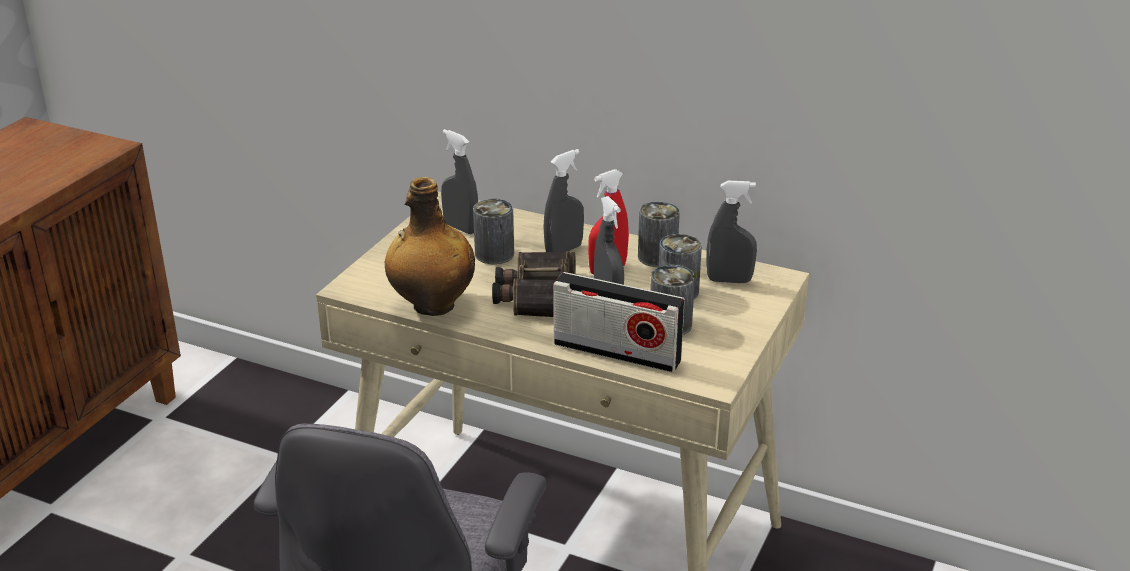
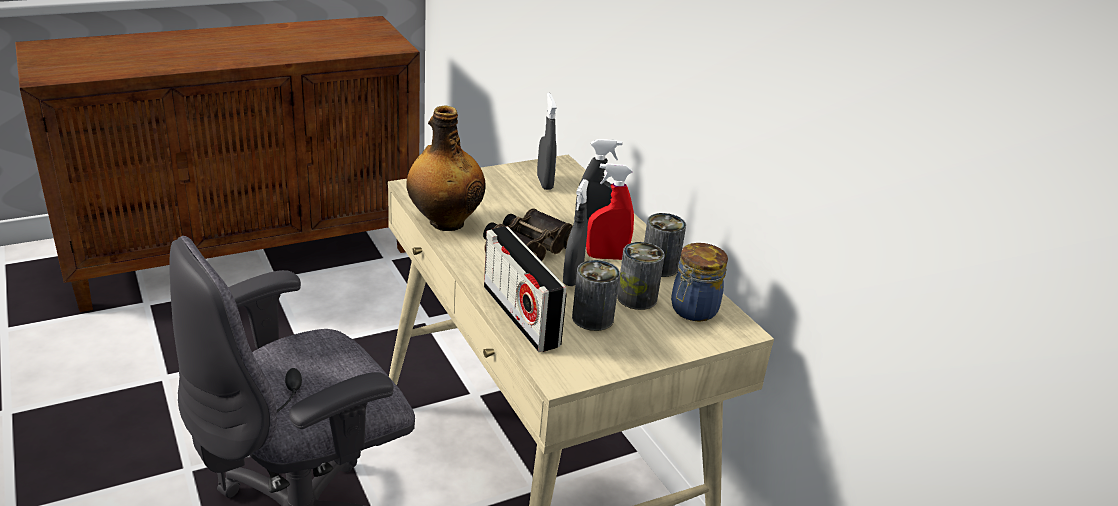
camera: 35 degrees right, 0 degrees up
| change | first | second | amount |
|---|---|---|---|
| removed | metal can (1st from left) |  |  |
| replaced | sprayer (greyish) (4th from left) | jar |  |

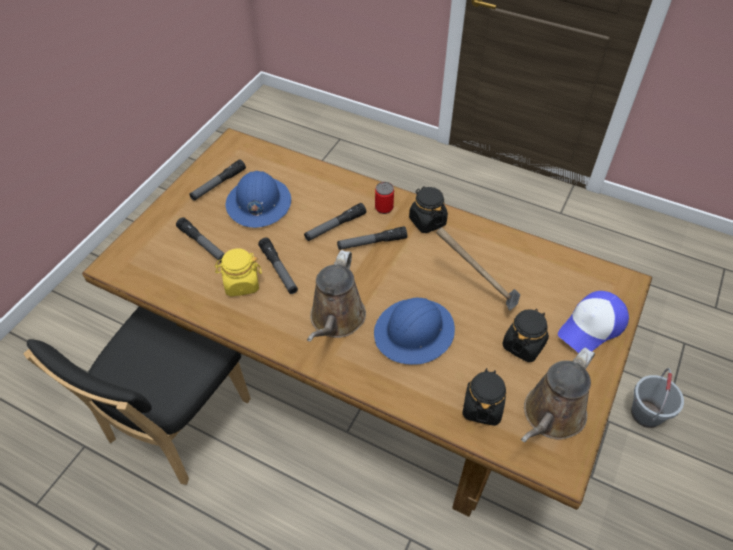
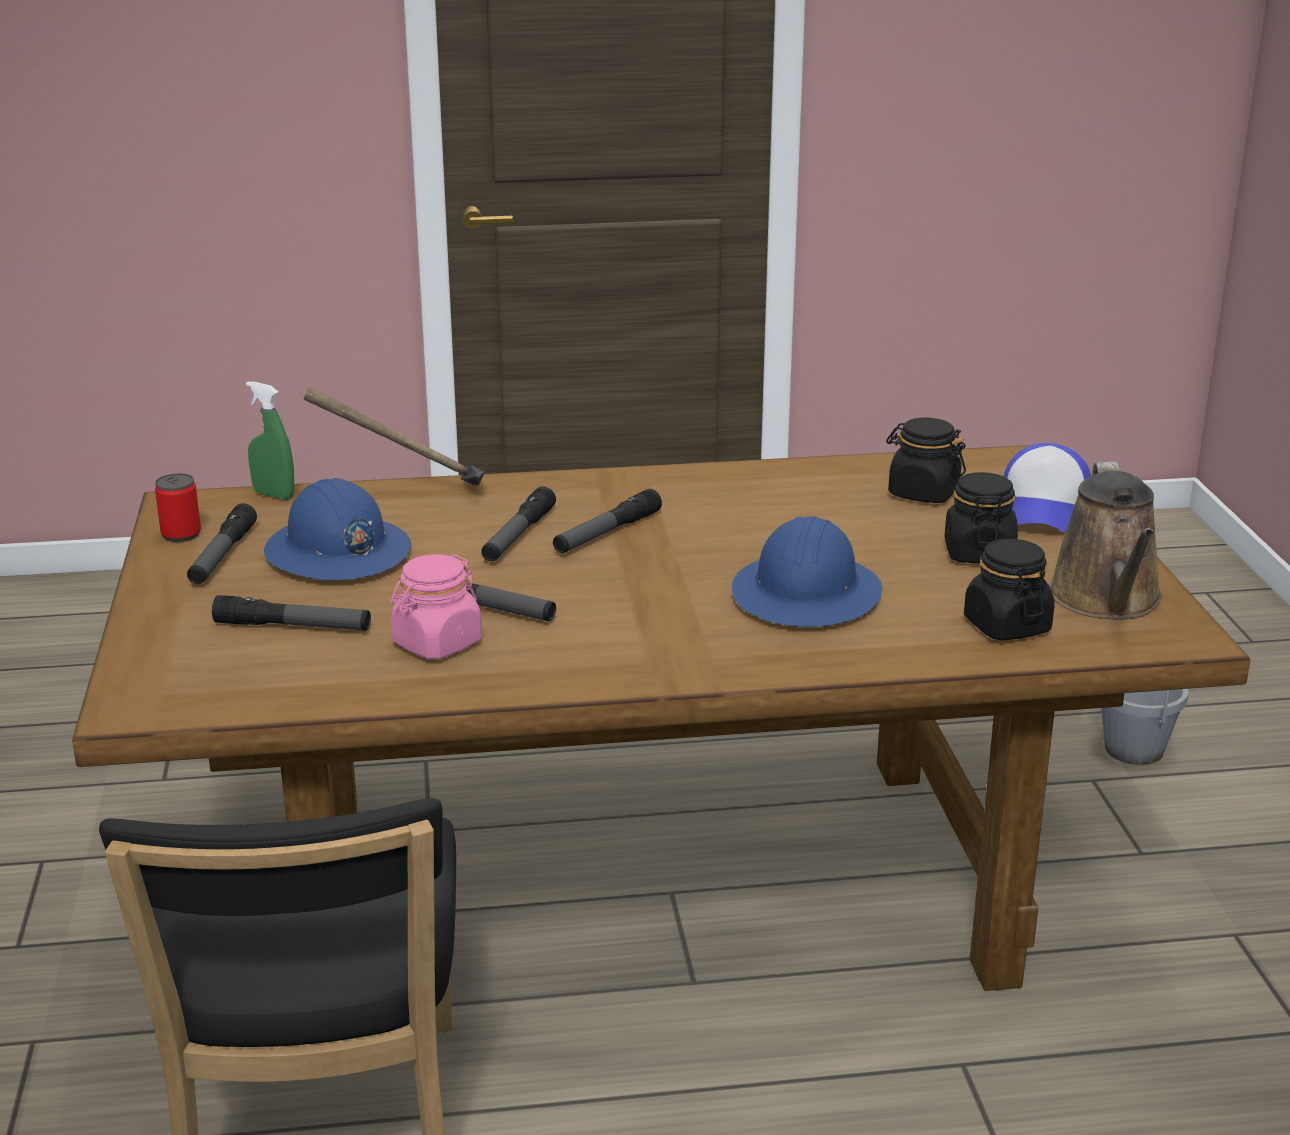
camera: 35 degrees left, 25 degrees down
| change | first | second | amount |
|---|---|---|---|
| removed | watering pot (brown-coloured) (1st from left) |  |  |
| added |  | sprayer (green-coloured) |  |
| moved | metal can |  |  |
| moved | jar (black) (1st from left) |  |  |
| moved | hand hammer |  |  |
| recoloured | jar (yellow-coloured) | jar (pink-coloured) |  |

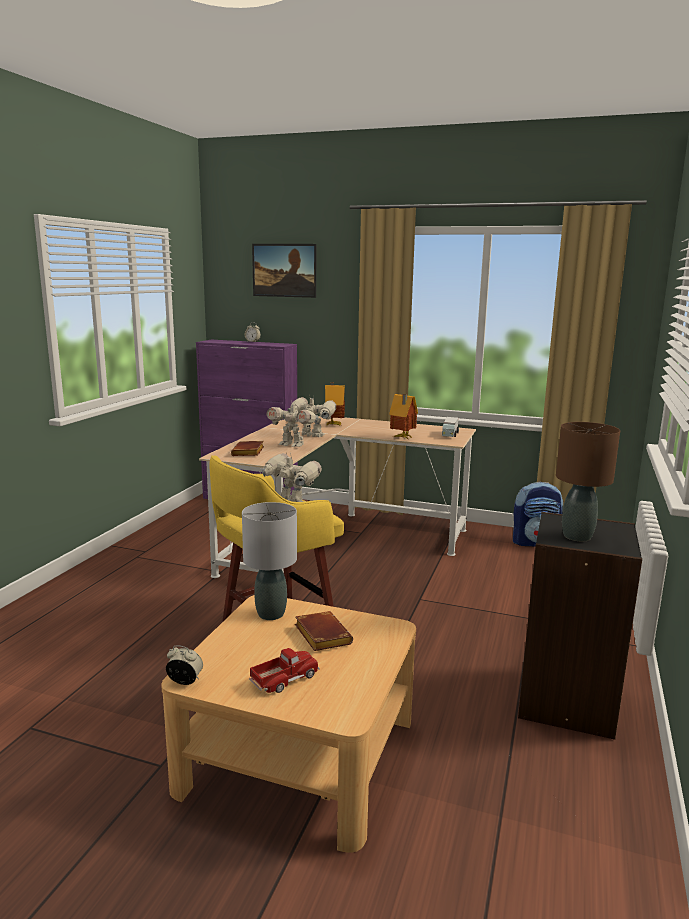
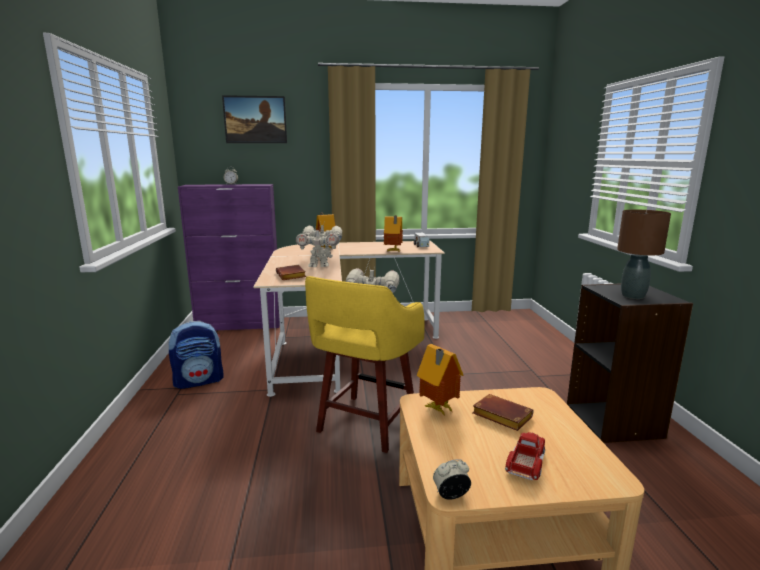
camera: 25 degrees left, 0 degrees up
| change | first | second | amount |
|---|---|---|---|
| moved | backpack |  |  |
| replaced | table lamp (greyish) | toy house (3rd from left) |  |

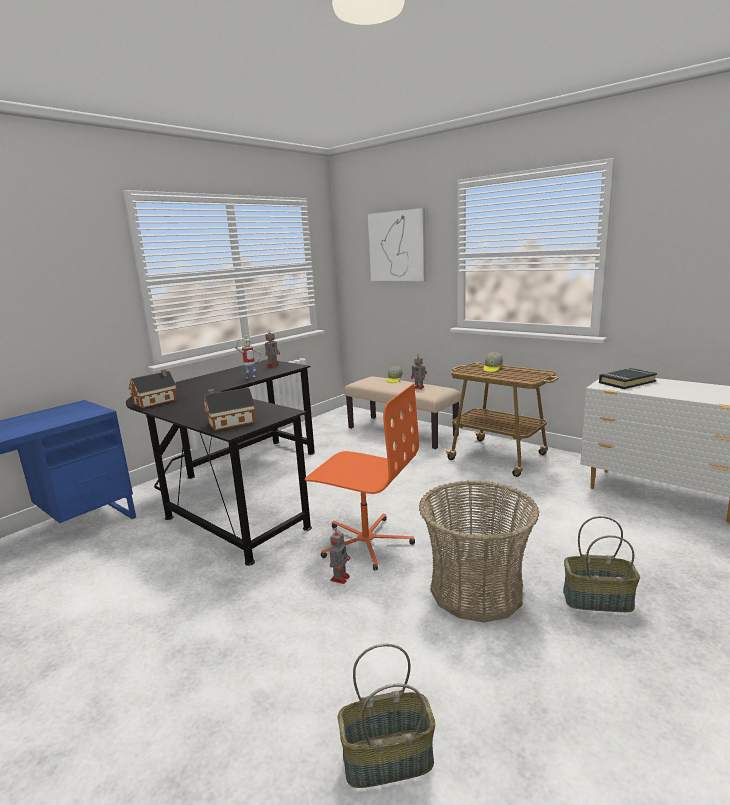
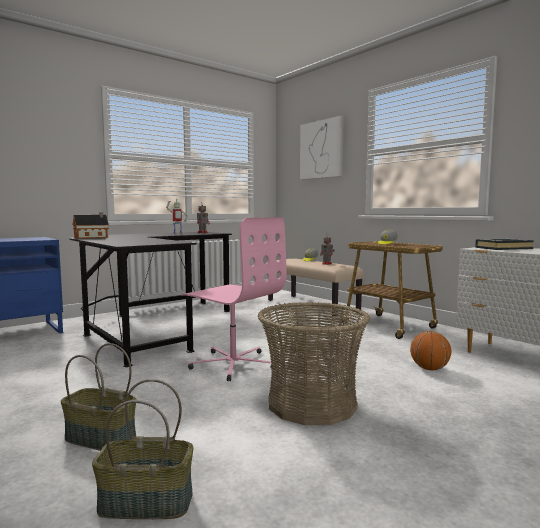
camera: 10 degrees right, 10 degrees down
| change | first | second | amount |
|---|---|---|---|
| removed | toy house (2nd from left) |  |  |
| removed | toy robot (3rd from left) |  |  |
| added |  | ball for basketball |  |
| moved | storage basket (3rd from left in the first image) | storage basket (1st from left) |  |
| recoloured | computer chair (orange-coloured) | computer chair (pink-coloured) |  |

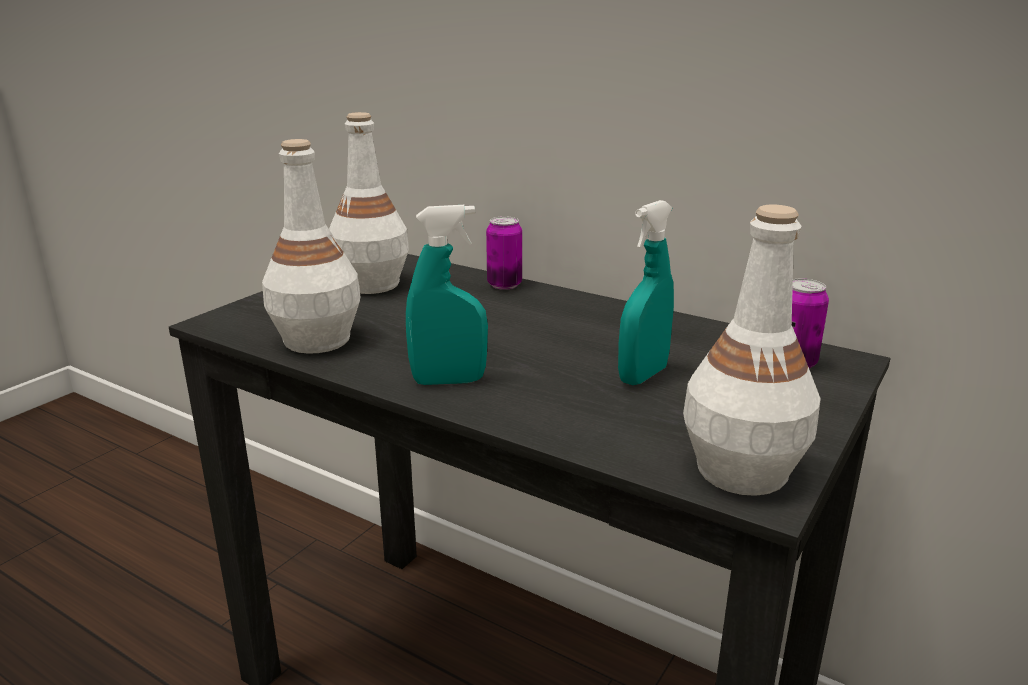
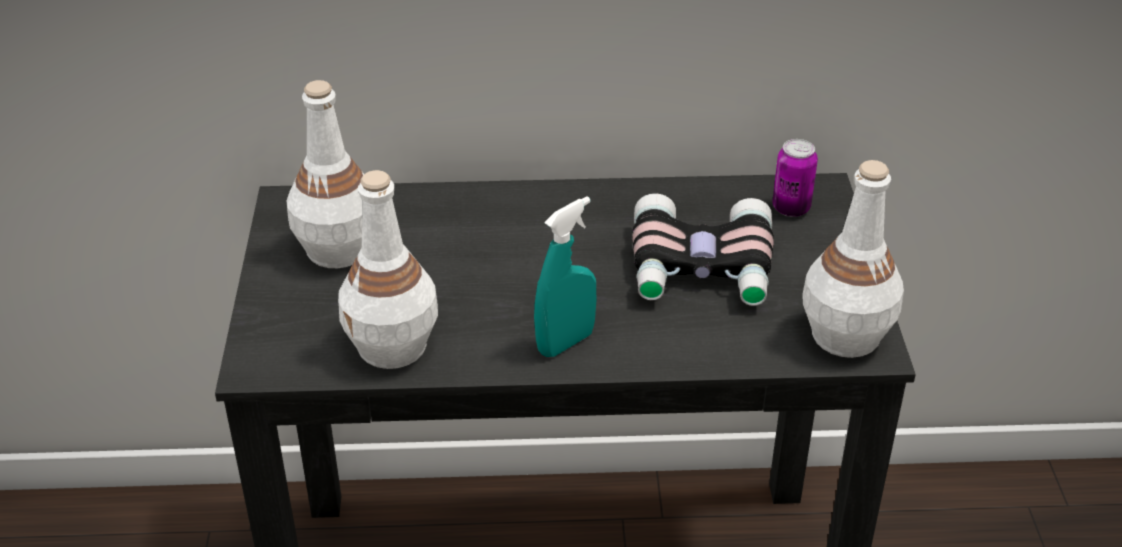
camera: 35 degrees left, 15 degrees up
| change | first | second | amount |
|---|---|---|---|
| removed | metal can (1st from left) |  |  |
| replaced | sprayer (blue-green) (2nd from left) | field glasses |  |

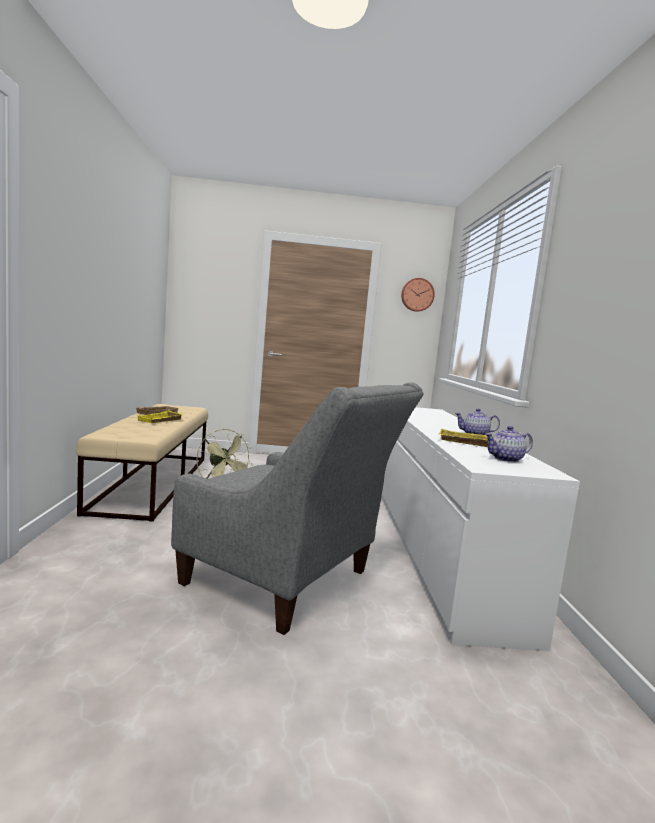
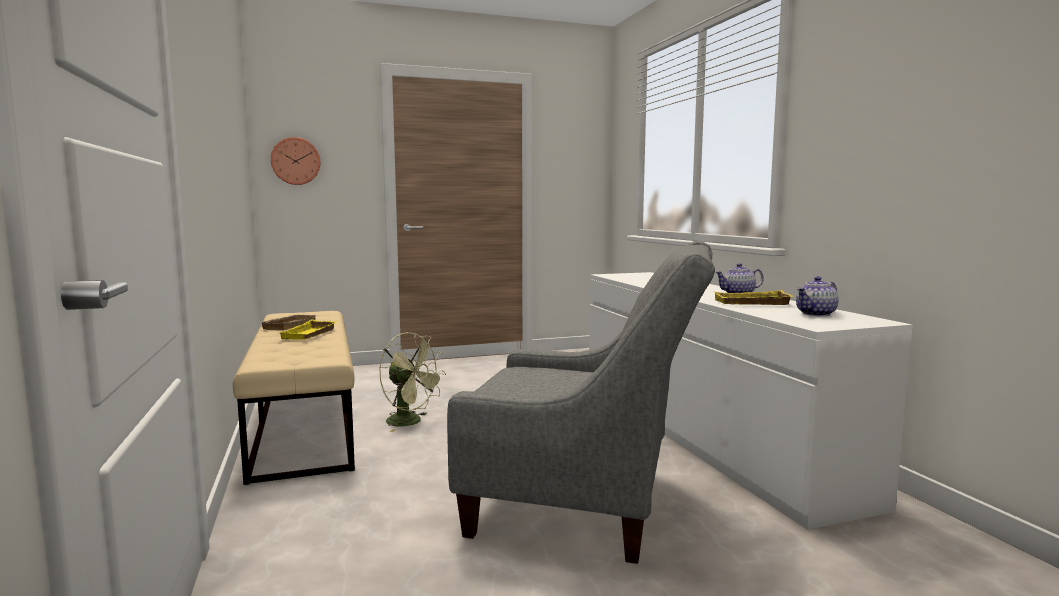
camera: 15 degrees left, 0 degrees up
| change | first | second | amount |
|---|---|---|---|
| moved | clock on the wall |  |  |

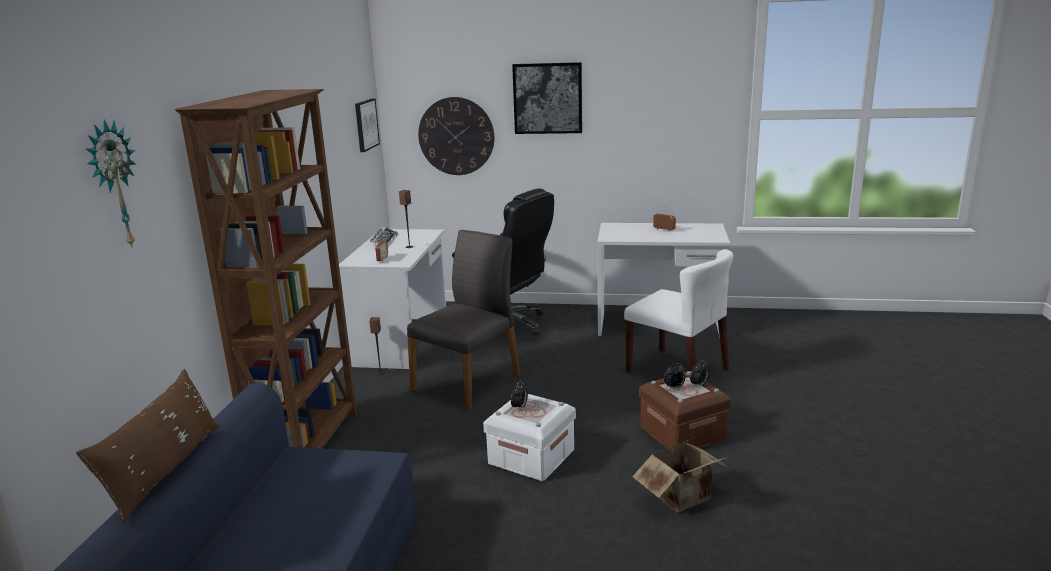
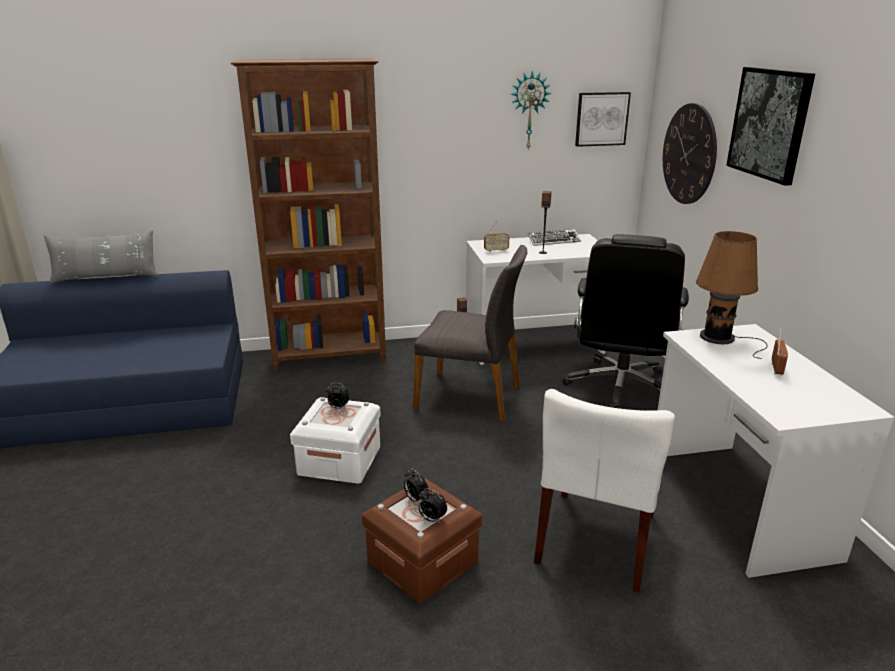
camera: 70 degrees right, 5 degrees up
| change | first | second | amount |
|---|---|---|---|
| removed | packing box |  |  |
| added |  | table lamp (brown-coloured) |  |
| moved | clock on the wall (1st from left) |  |  |
| recoloured | throw pillow (brown-coloured) | throw pillow (greyish) |  |

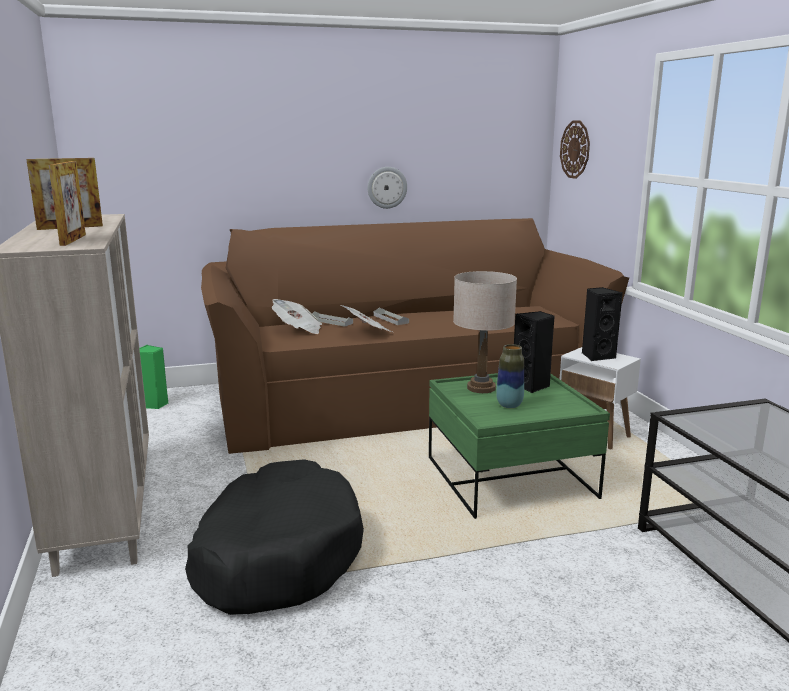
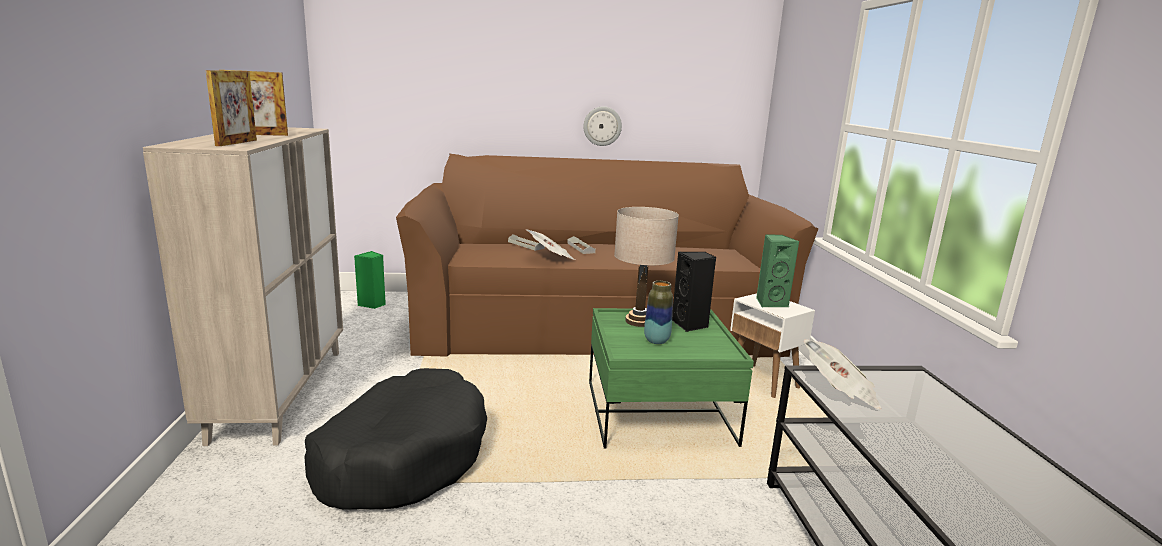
camera: 10 degrees right, 0 degrees up
| change | first | second | amount |
|---|---|---|---|
| removed | clock on the wall (2nd from left) |  |  |
| moved | printed paper (1st from left in the first image) | printed paper (2nd from left) |  |
| recoloured | speaker (black) (2nd from left) | speaker (green-coloured) (2nd from left) |  |

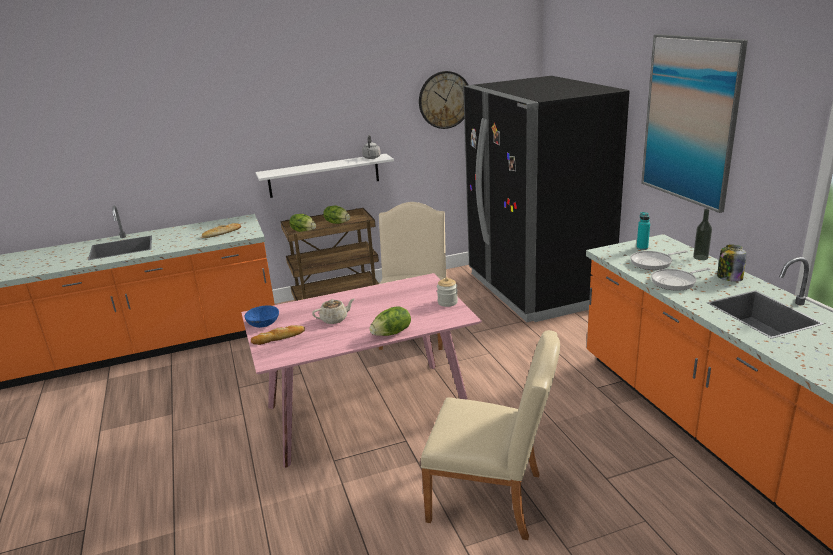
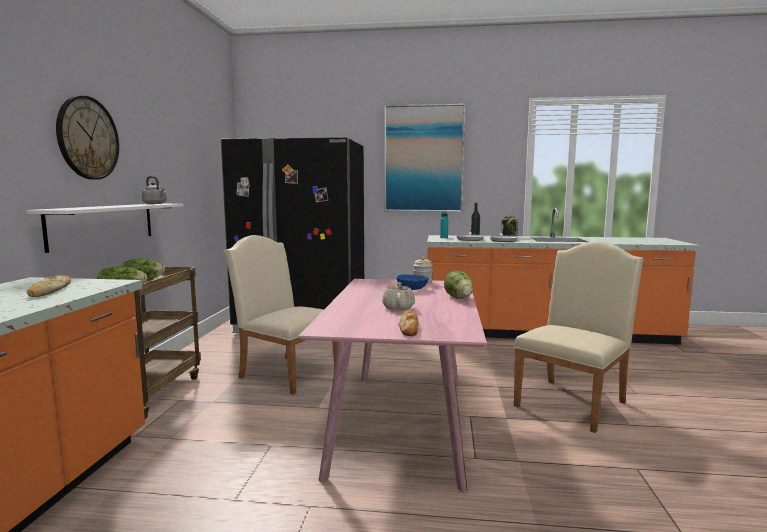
camera: 65 degrees left, 15 degrees down
| change | first | second | amount |
|---|---|---|---|
| moved | bowl (bluish) |  |  |
| moved | clock on the wall |  |  |

